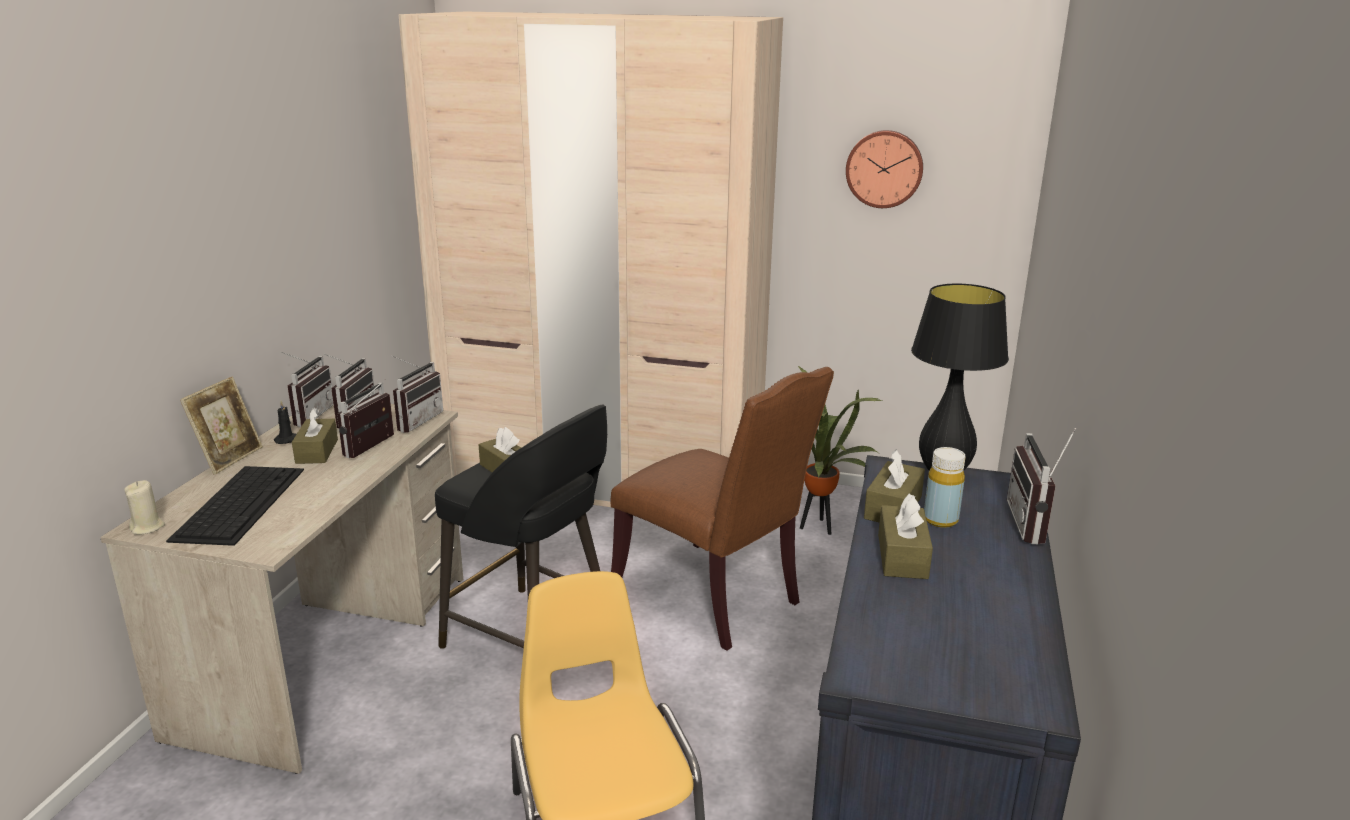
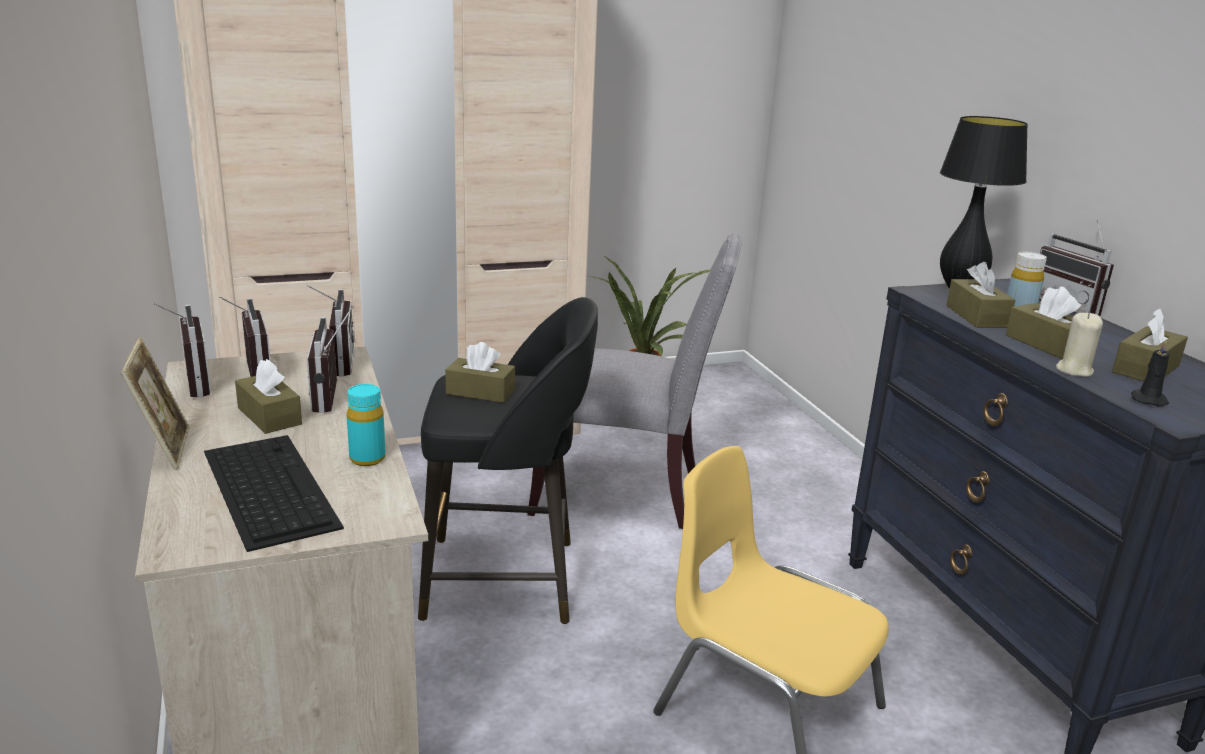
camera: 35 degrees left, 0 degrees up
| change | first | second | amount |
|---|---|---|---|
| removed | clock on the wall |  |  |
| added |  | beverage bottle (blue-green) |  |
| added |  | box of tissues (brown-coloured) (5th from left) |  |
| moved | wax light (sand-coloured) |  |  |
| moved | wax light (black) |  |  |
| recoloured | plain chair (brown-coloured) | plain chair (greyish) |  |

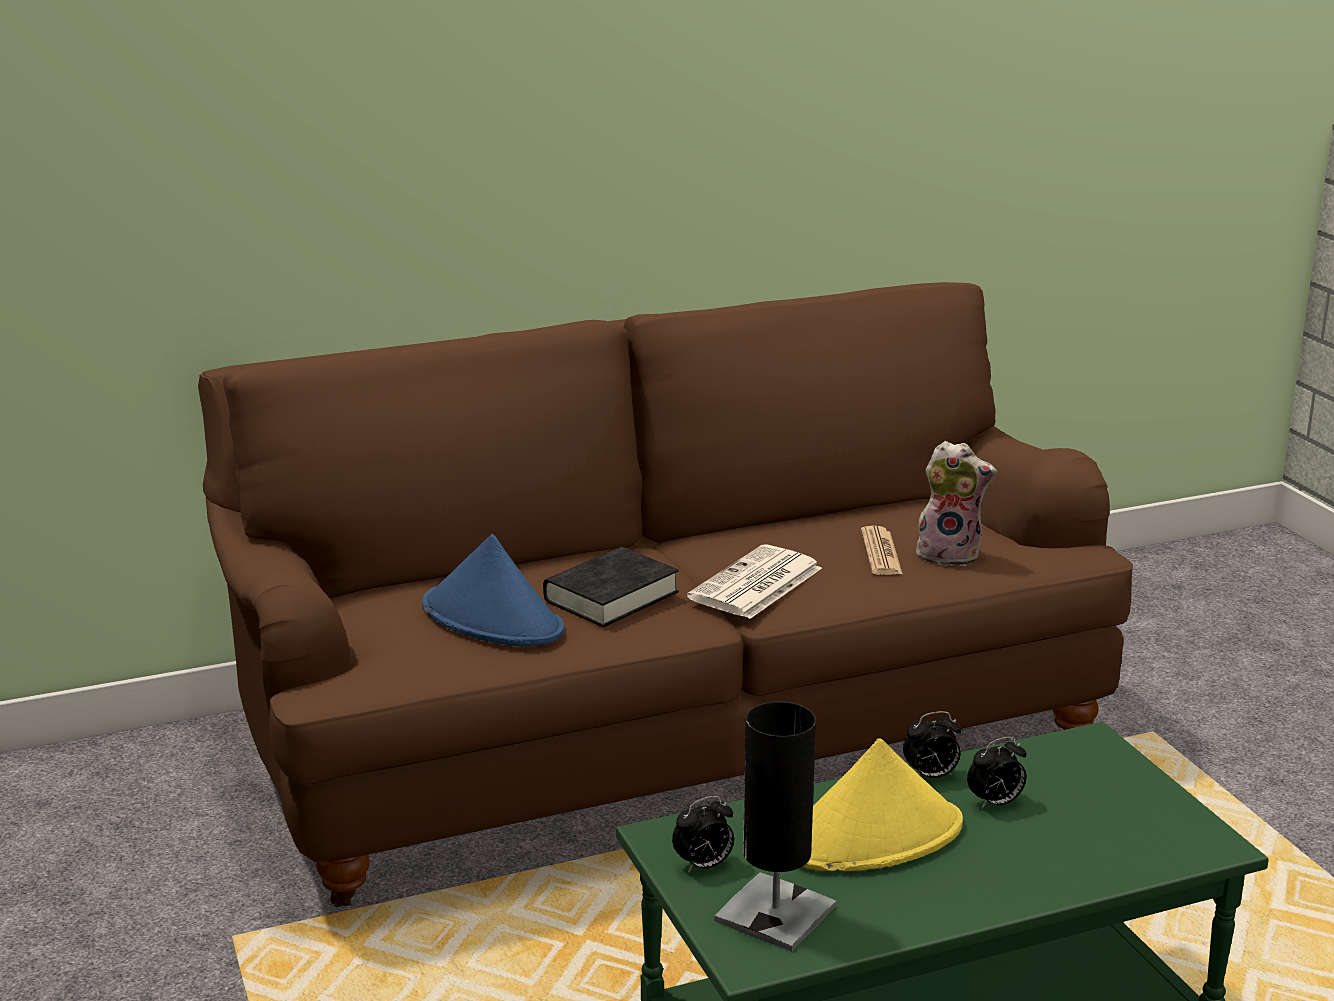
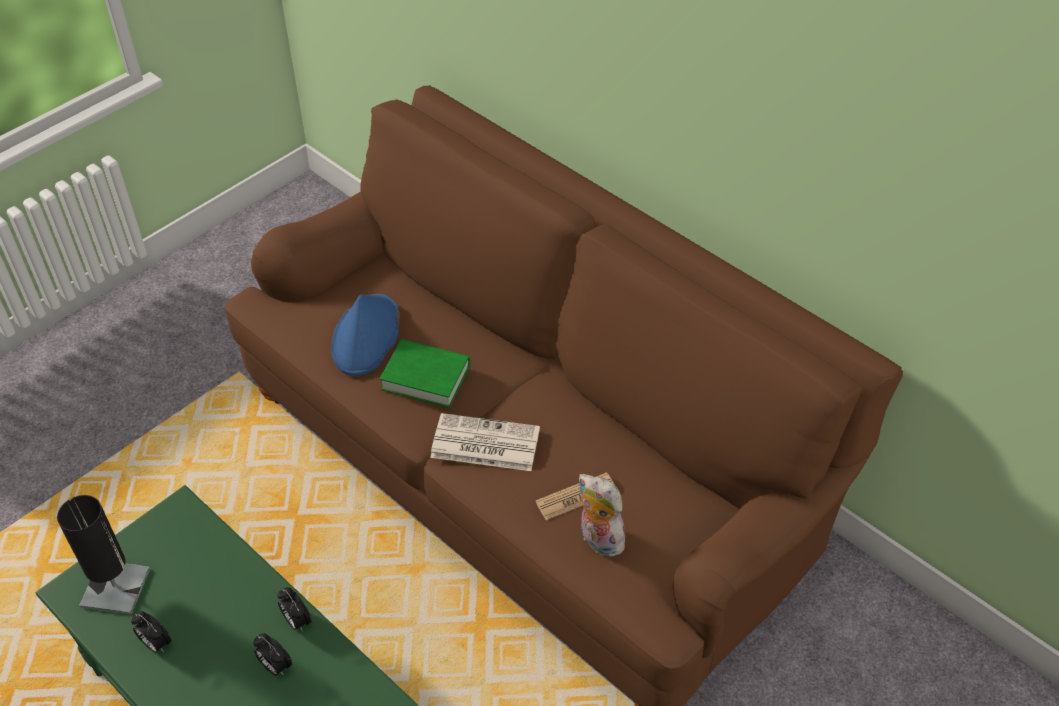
camera: 65 degrees right, 25 degrees up
| change | first | second | amount |
|---|---|---|---|
| removed | hat (yellow-coloured) |  |  |
| moved | alarm clock (1st from left) |  |  |
| recoloured | volume (black) | volume (green-coloured) |  |
| turned | cuddly toy |  | 150 degrees clockwise |

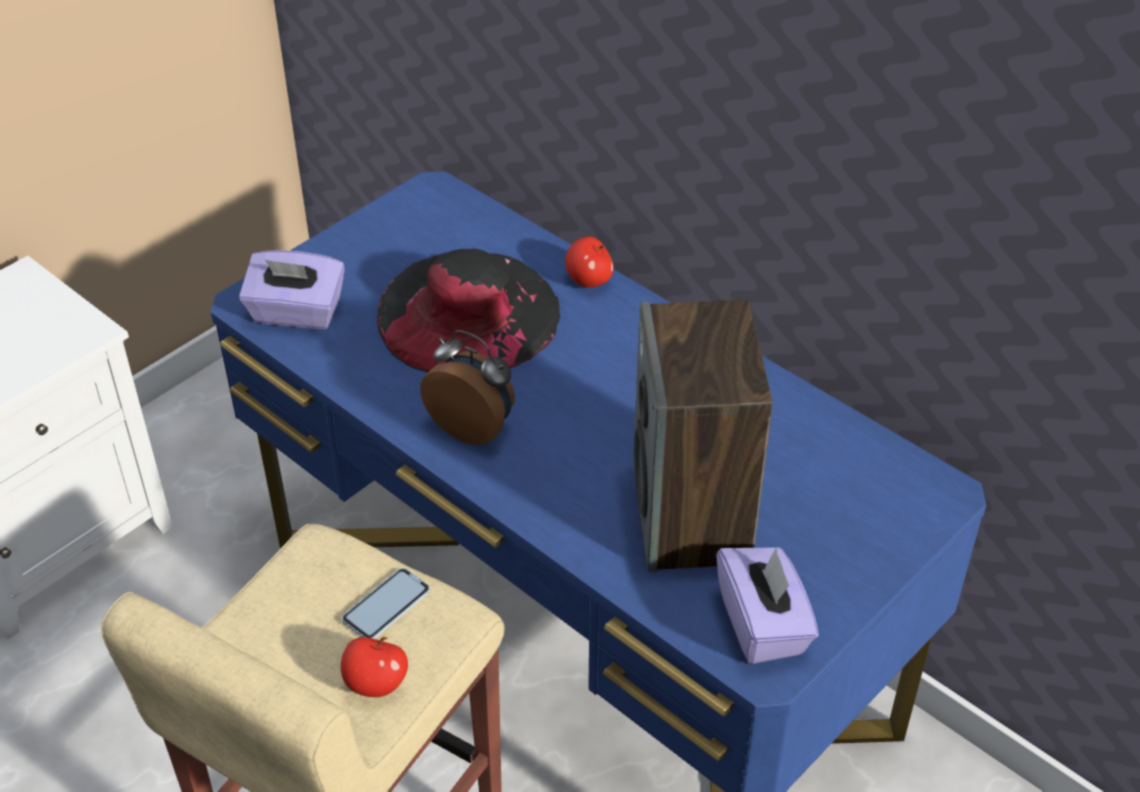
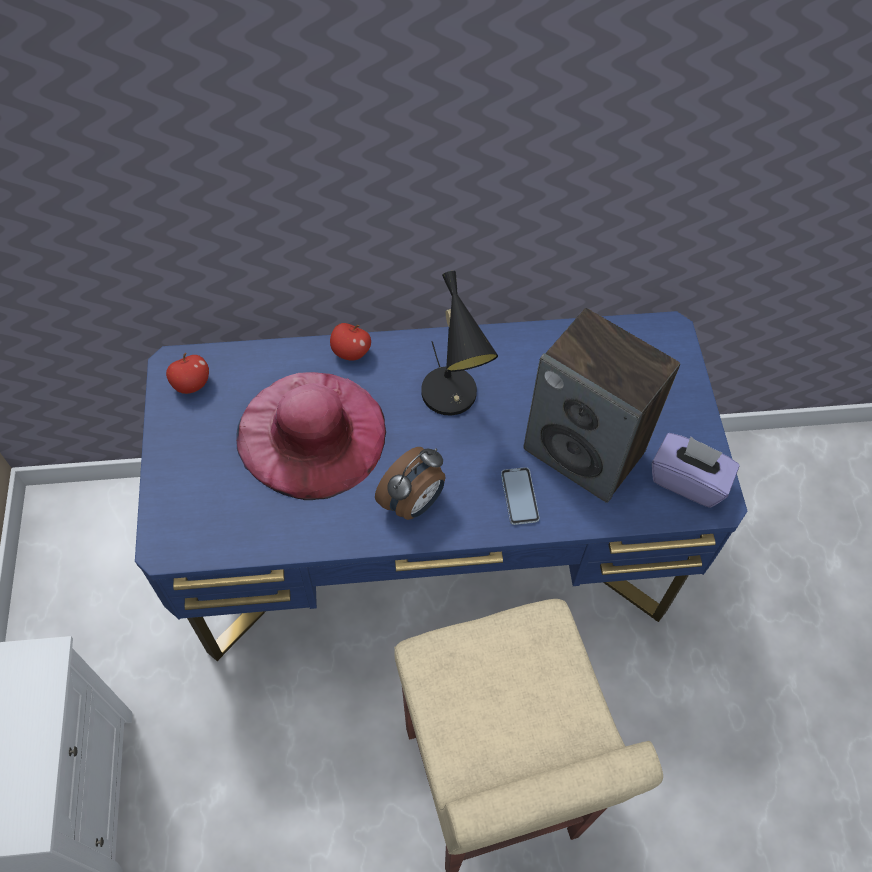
camera: 50 degrees left, 15 degrees up
| change | first | second | amount |
|---|---|---|---|
| removed | box of tissues (purplish) (1st from left) |  |  |
| added |  | table lamp (black) |  |
| moved | apple fruit (1st from left) |  |  |
| moved | handset |  |  |
| recoloured | hat (black) | hat (pink-coloured) |  |
| turned | alarm clock |  | 150 degrees clockwise |

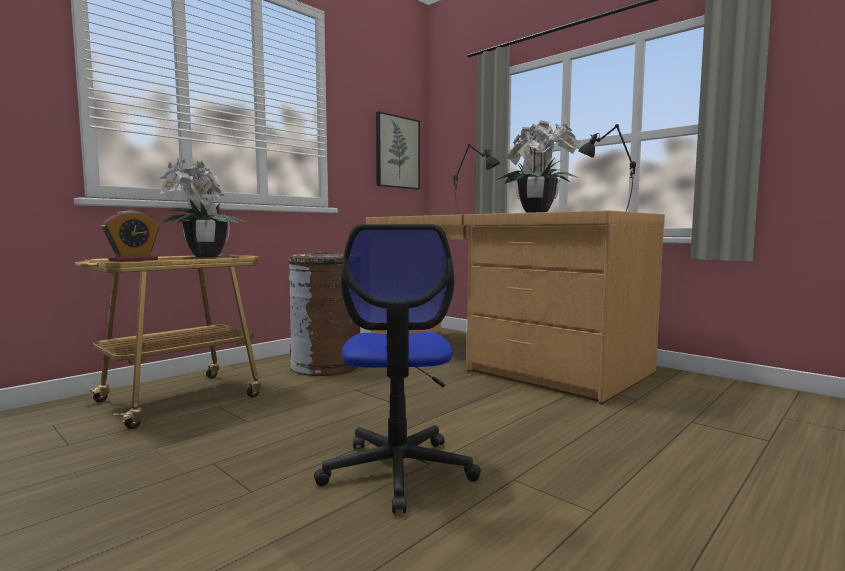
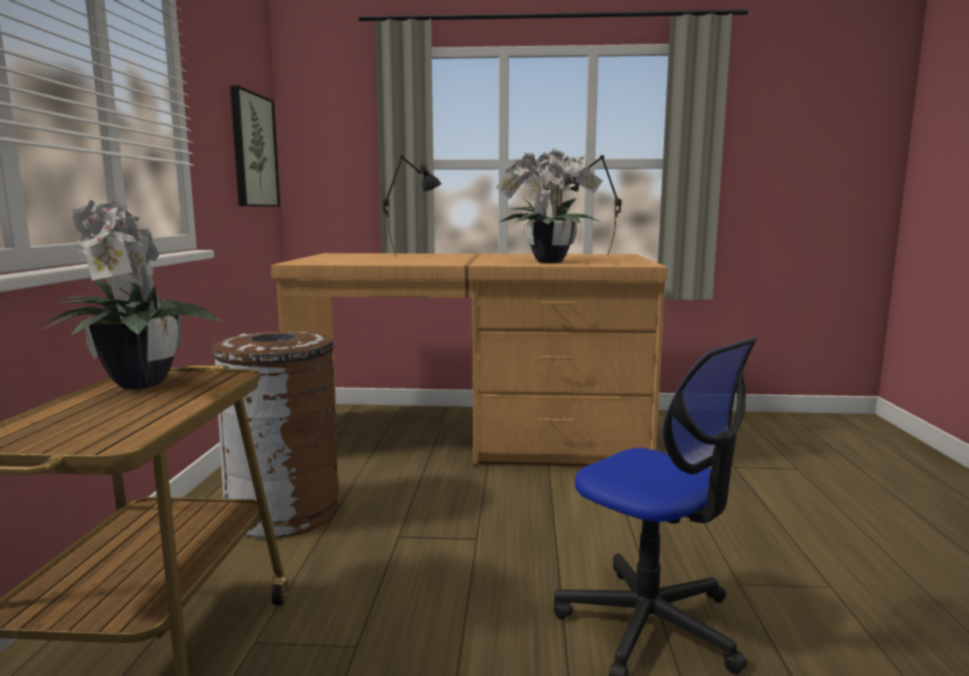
camera: 40 degrees left, 5 degrees up
| change | first | second | amount |
|---|---|---|---|
| removed | alarm clock |  |  |

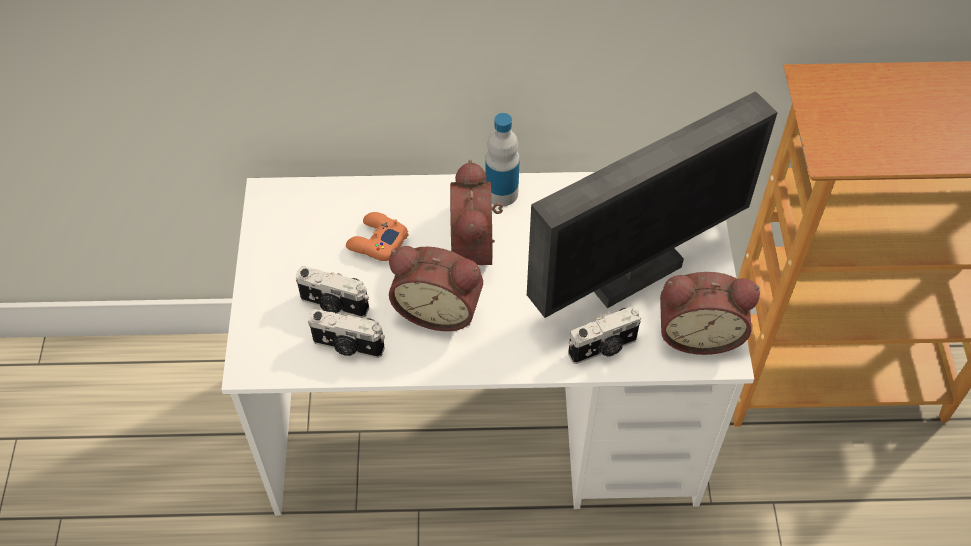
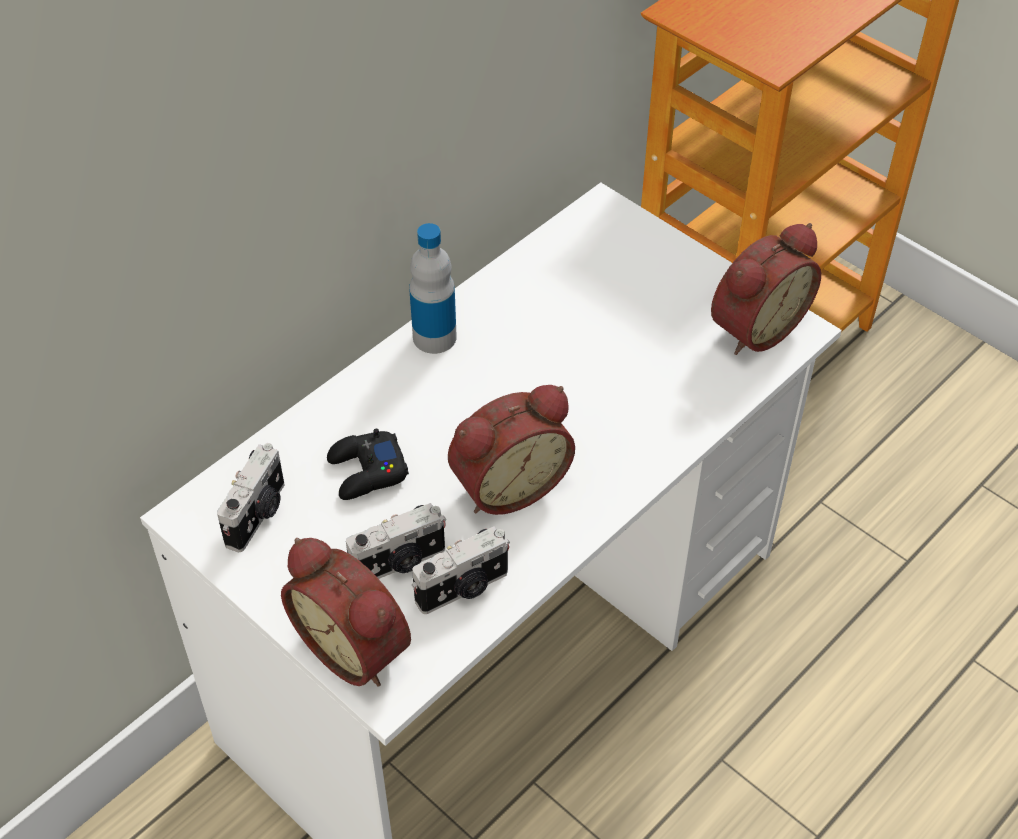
camera: 45 degrees left, 5 degrees down
| change | first | second | amount |
|---|---|---|---|
| removed | computer screen |  |  |
| moved | alarm clock (2nd from left in the first image) | alarm clock (1st from left) |  |
| moved | still camera (3rd from left in the first image) | still camera (1st from left) |  |
| recoloured | game controller (orange-coloured) | game controller (black) |  |

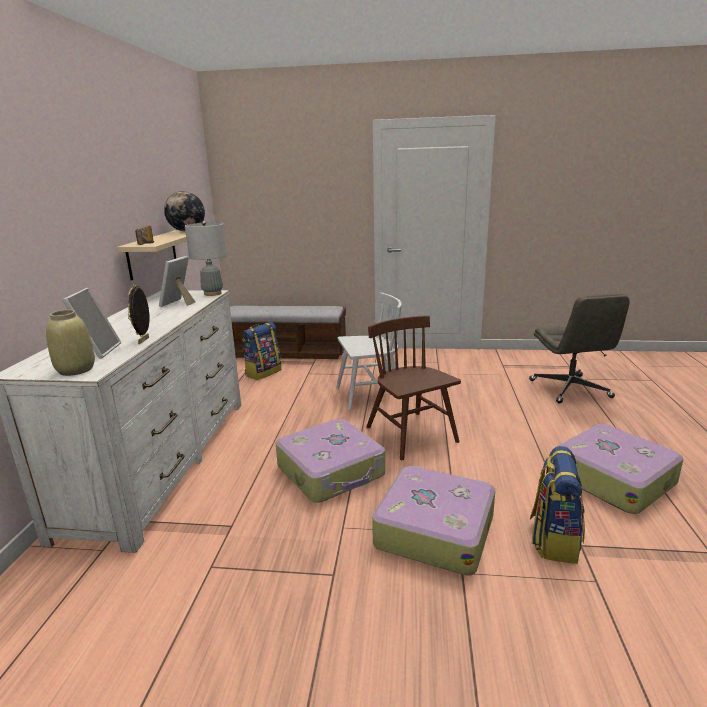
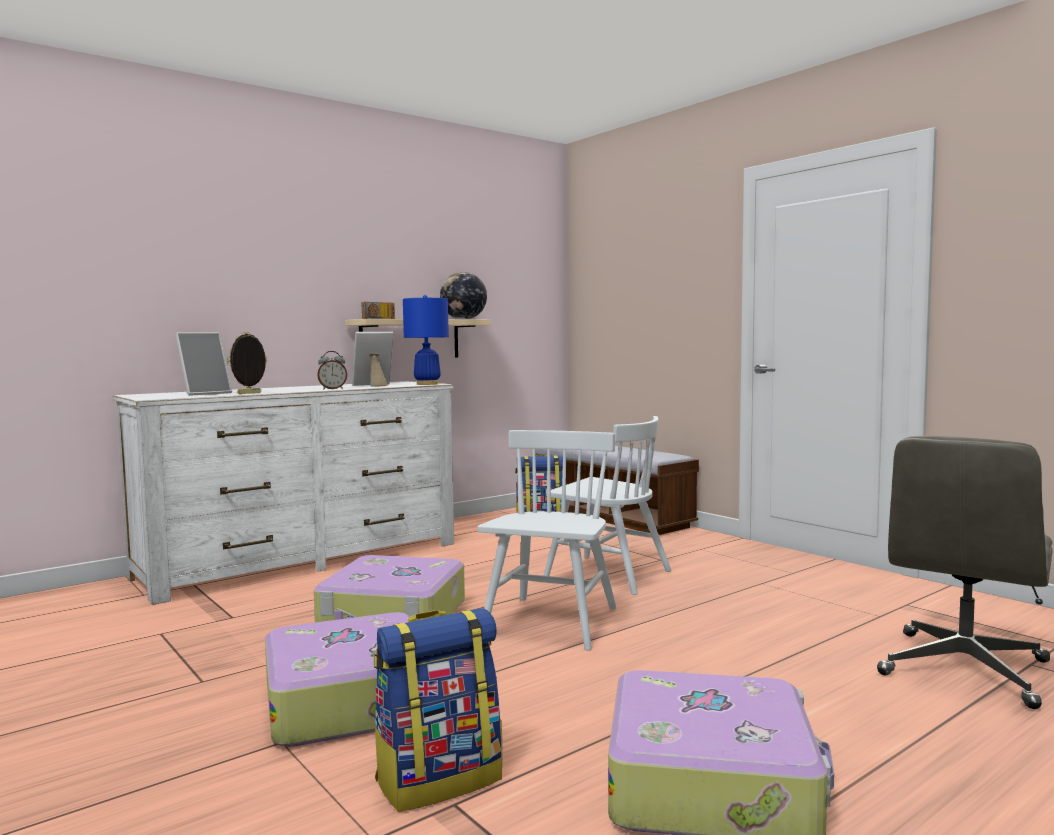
camera: 45 degrees right, 15 degrees down
| change | first | second | amount |
|---|---|---|---|
| removed | decorative vase (sand-coloured) |  |  |
| added |  | alarm clock |  |
| recoloured | table lamp (greyish) | table lamp (bluish) |  |
| recoloured | plain chair (brown-coloured) | plain chair (white) (1st from left) |  |

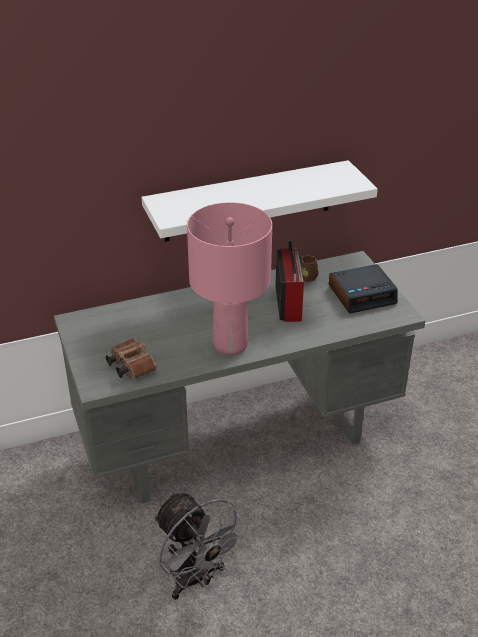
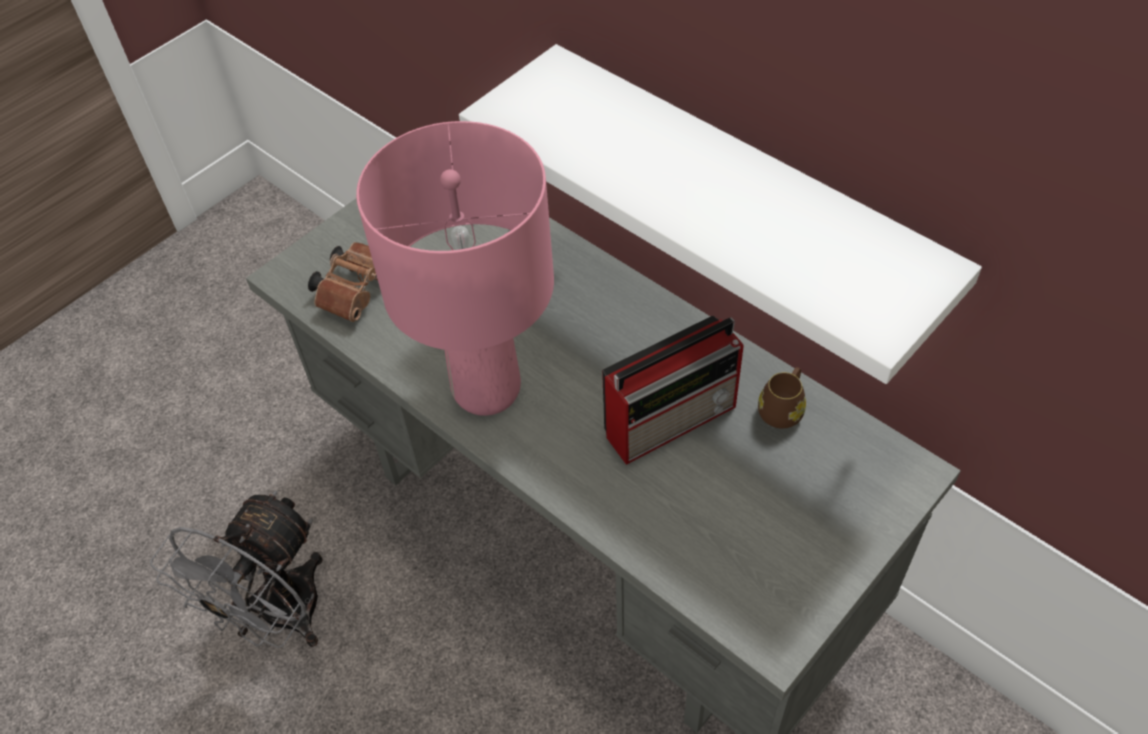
camera: 65 degrees right, 15 degrees up
| change | first | second | amount |
|---|---|---|---|
| removed | alarm clock |  |  |

